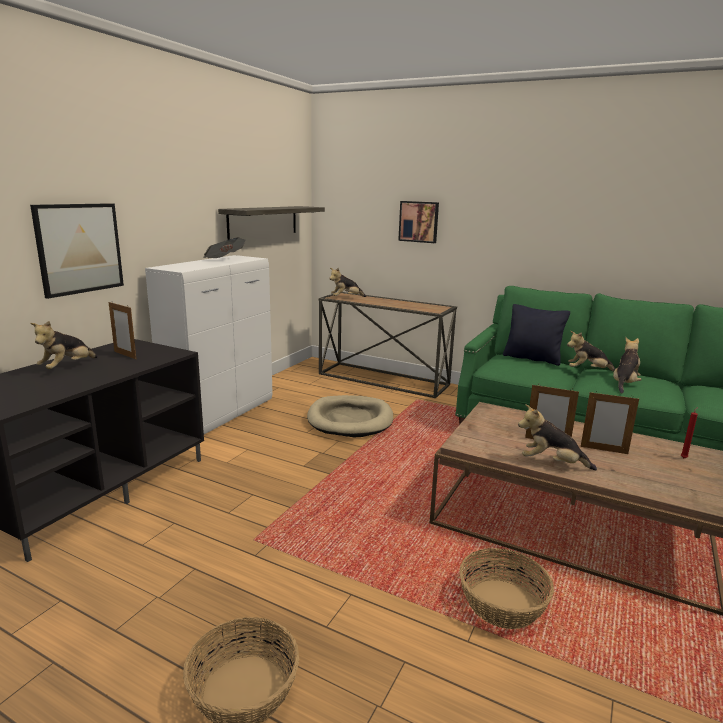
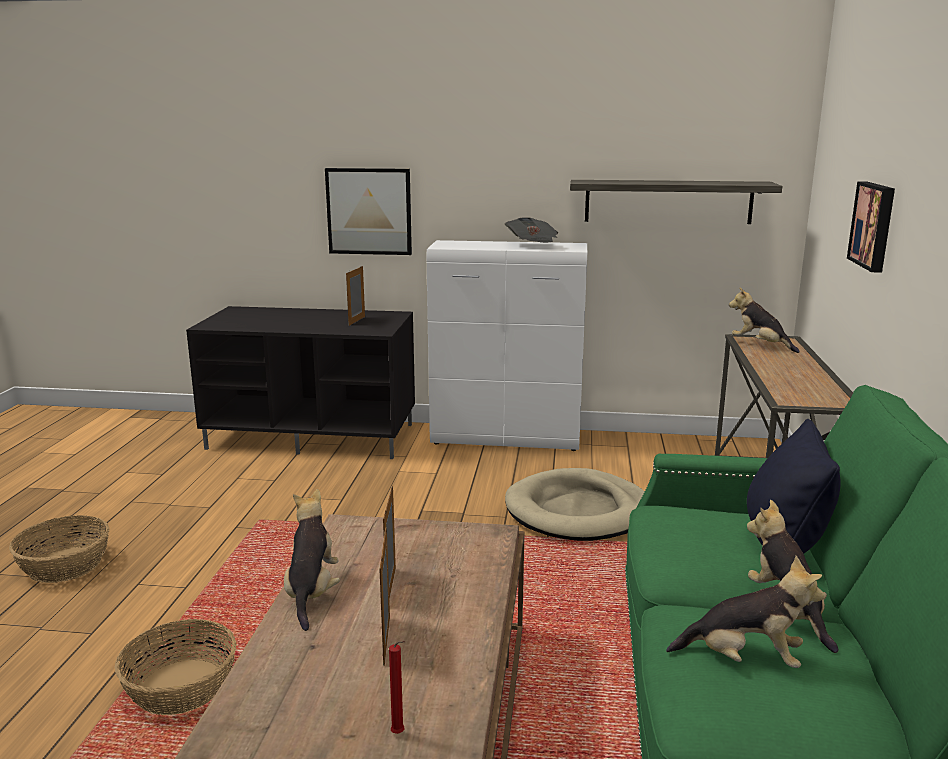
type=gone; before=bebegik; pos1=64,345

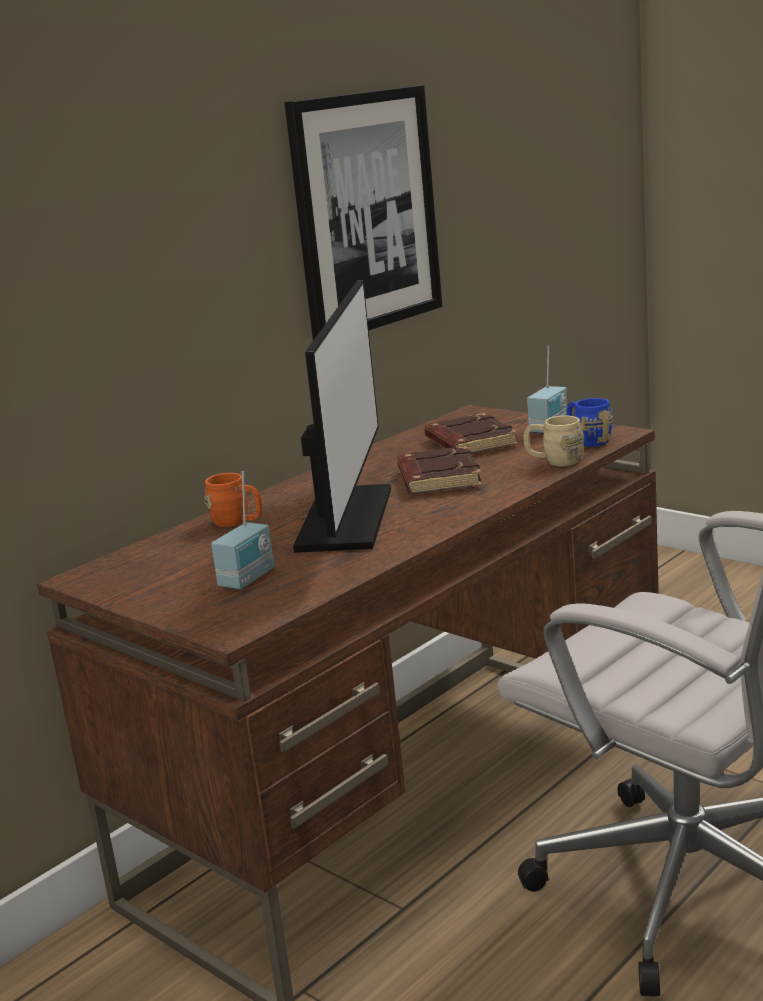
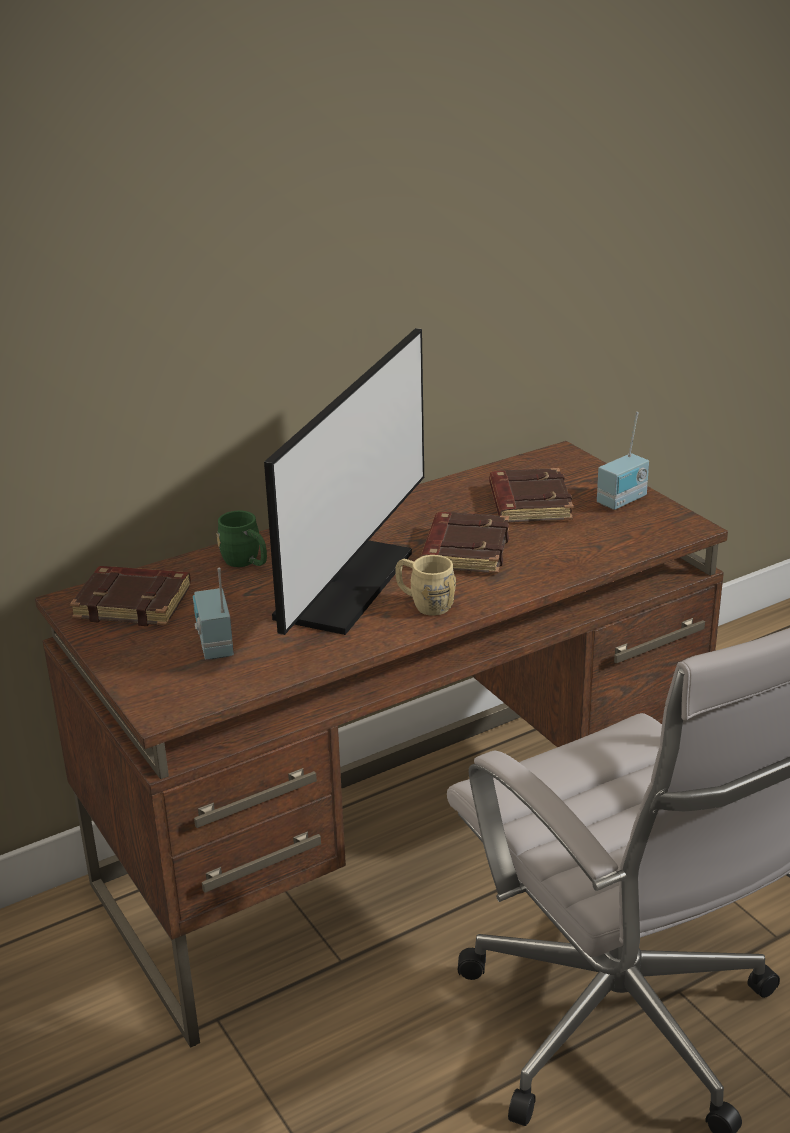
type=repainted; before=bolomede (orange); after=bolomede (green); pos1=233,500; pos2=242,538
type=rotated; before=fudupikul; pos1=242,530; pos2=213,613; turn=120
type=gone; before=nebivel; pos1=363,212
type=shifted; before=bolomede (beige); pos1=554,441; pos2=425,585
type=gone; before=bolomede (blue); pos1=589,422
type=new; after=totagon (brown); pos2=130,596

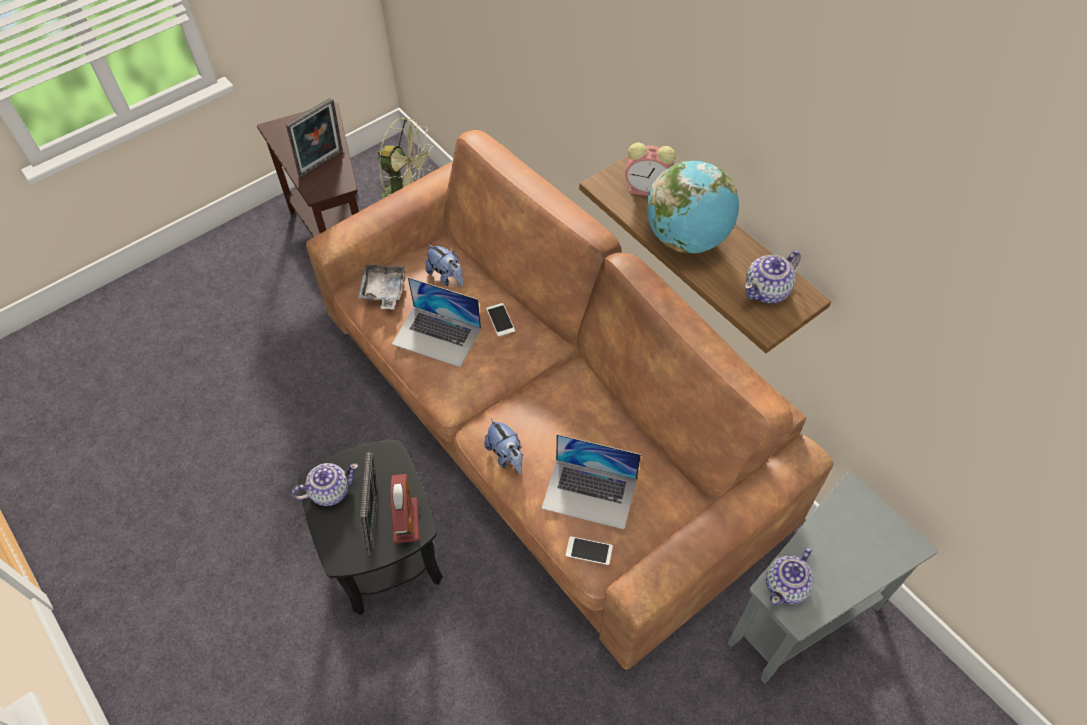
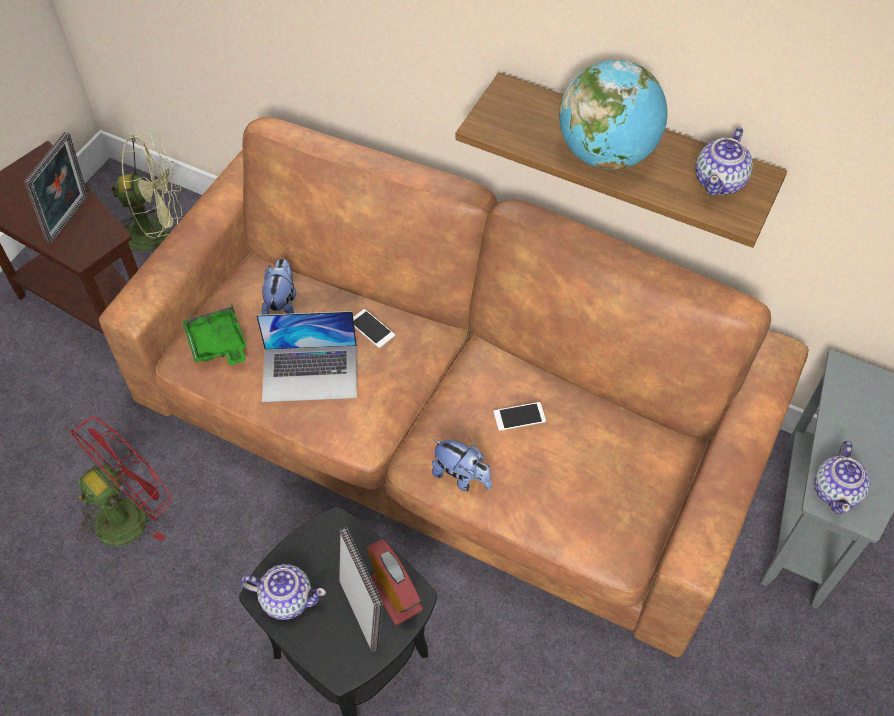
type=rotated; before=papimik; pos1=325,484; pos2=283,592; turn=60
type=repainted; before=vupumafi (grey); after=vupumafi (green); pos1=381,287; pos2=214,335
type=rotated; before=bebegik; pos1=444,265; pos2=278,286; turn=-105
type=gone; before=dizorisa; pos1=591,482
type=shifted; before=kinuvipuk; pos1=589,550; pos2=519,416
type=gone; before=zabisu; pos1=650,169
type=new; after=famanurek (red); pos2=120,481

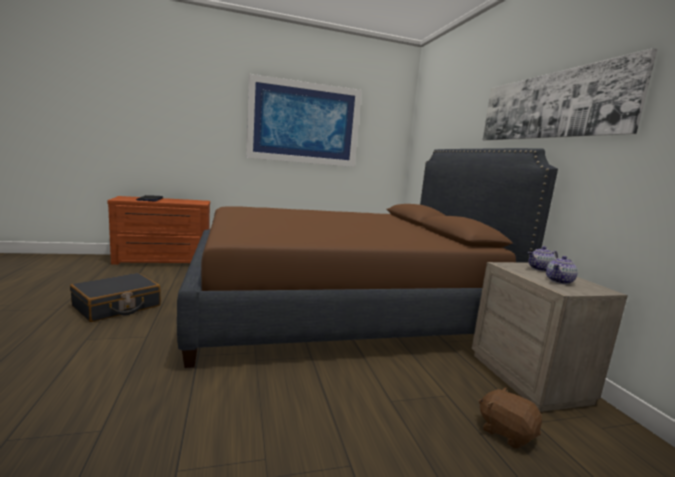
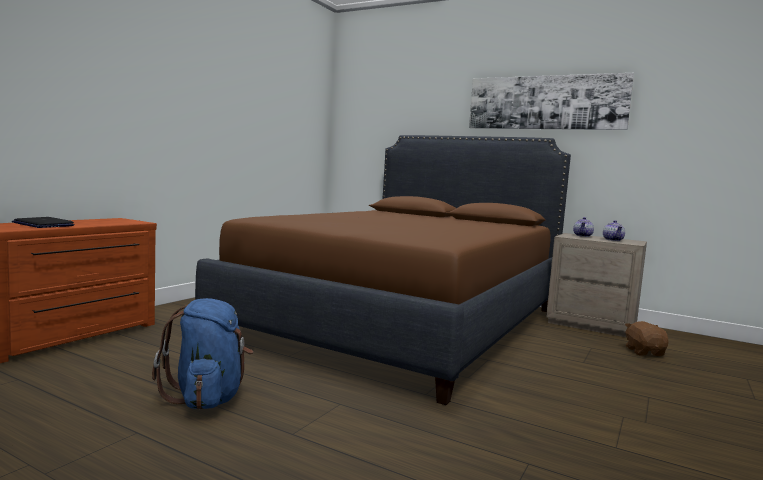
type=swapped; before=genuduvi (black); after=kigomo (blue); pos1=115,297; pos2=202,354
type=gone; before=nebivel; pos1=304,120
type=rotated; before=bebegik (brown); pos1=510,418; pos2=646,339; turn=90

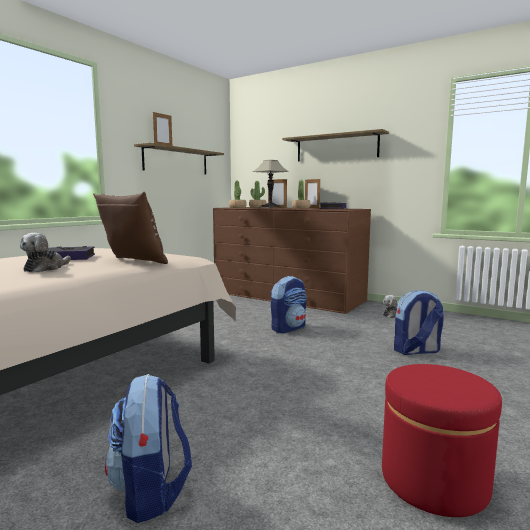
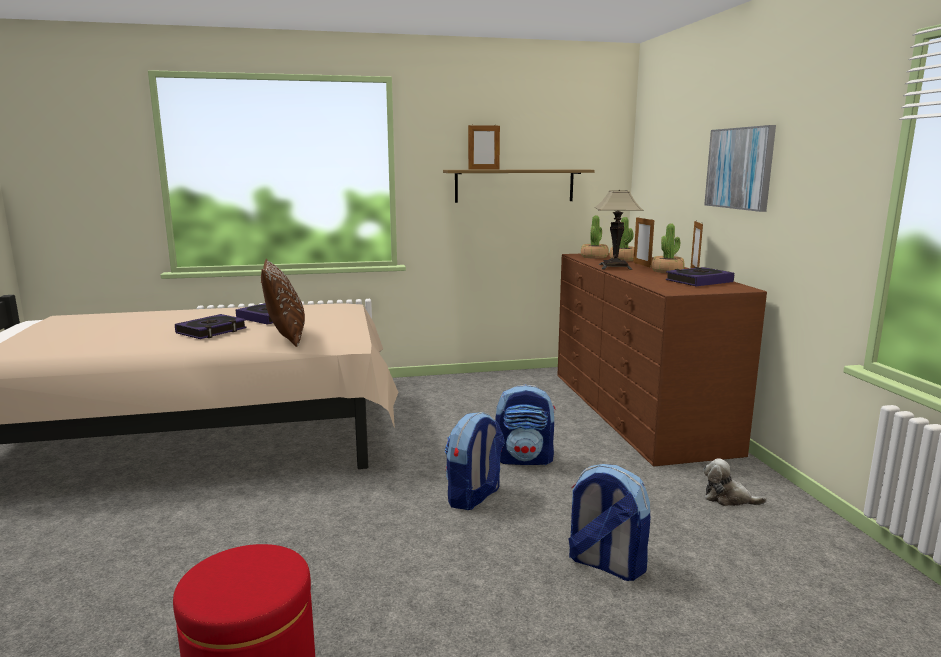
type=swapped; before=bebegik; after=totagon; pos1=45,252; pos2=211,326
type=shifted; before=kigomo; pos1=148,448; pos2=474,461
type=swapped; before=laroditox; after=nebivel; pos1=335,145; pos2=740,168

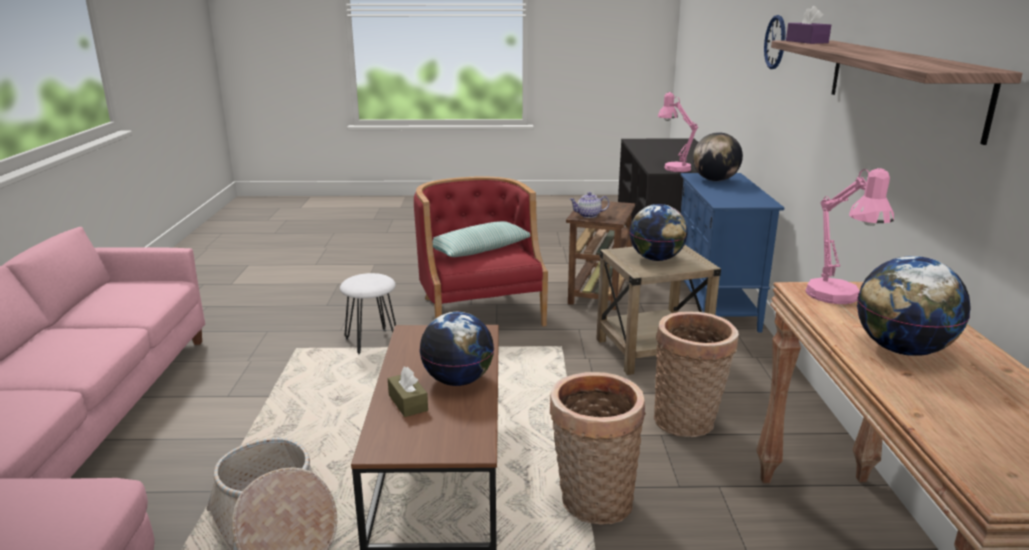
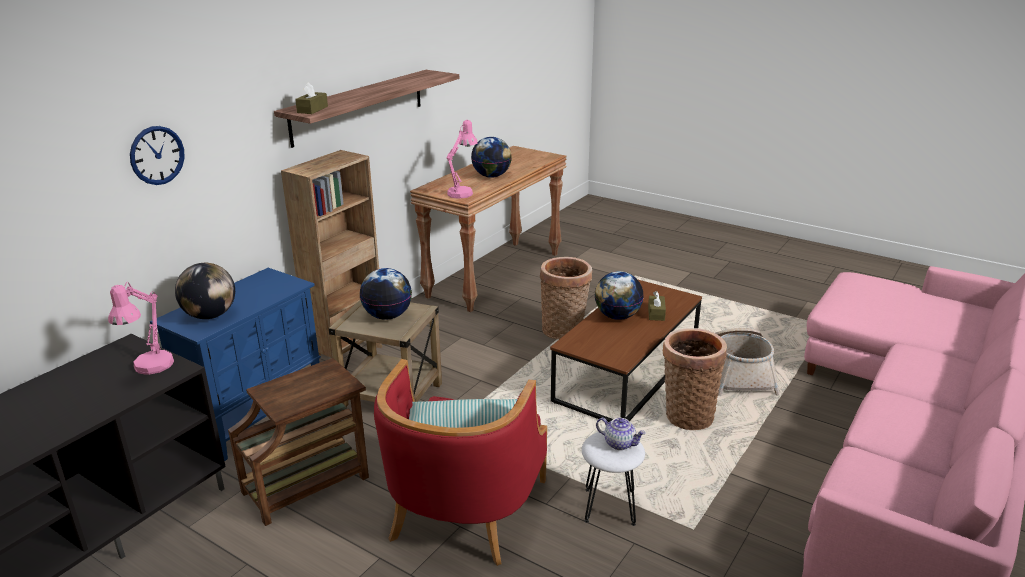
type=shifted; before=papimik; pos1=590,205; pos2=621,433
type=shifted; before=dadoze; pos1=696,374; pos2=695,379
type=repainted; before=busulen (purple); after=busulen (brown); pos1=808,25; pos2=311,98
type=new; after=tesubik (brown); pos2=331,254

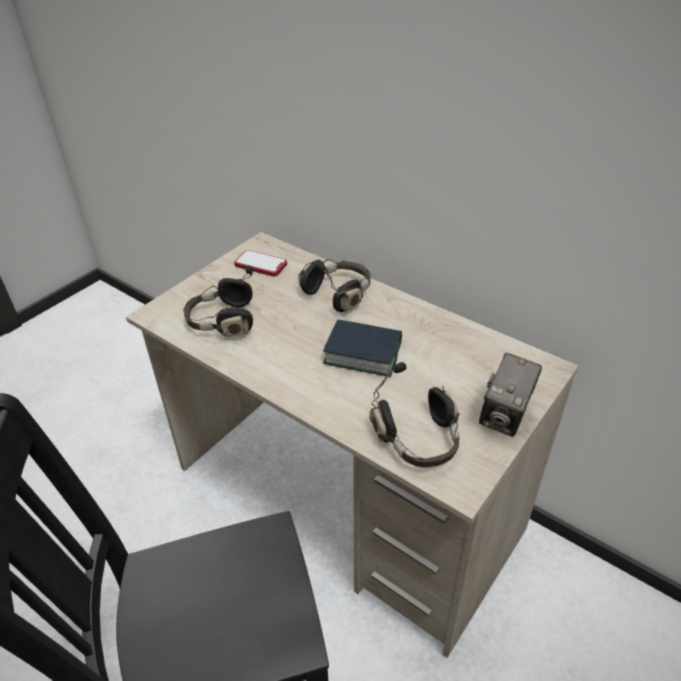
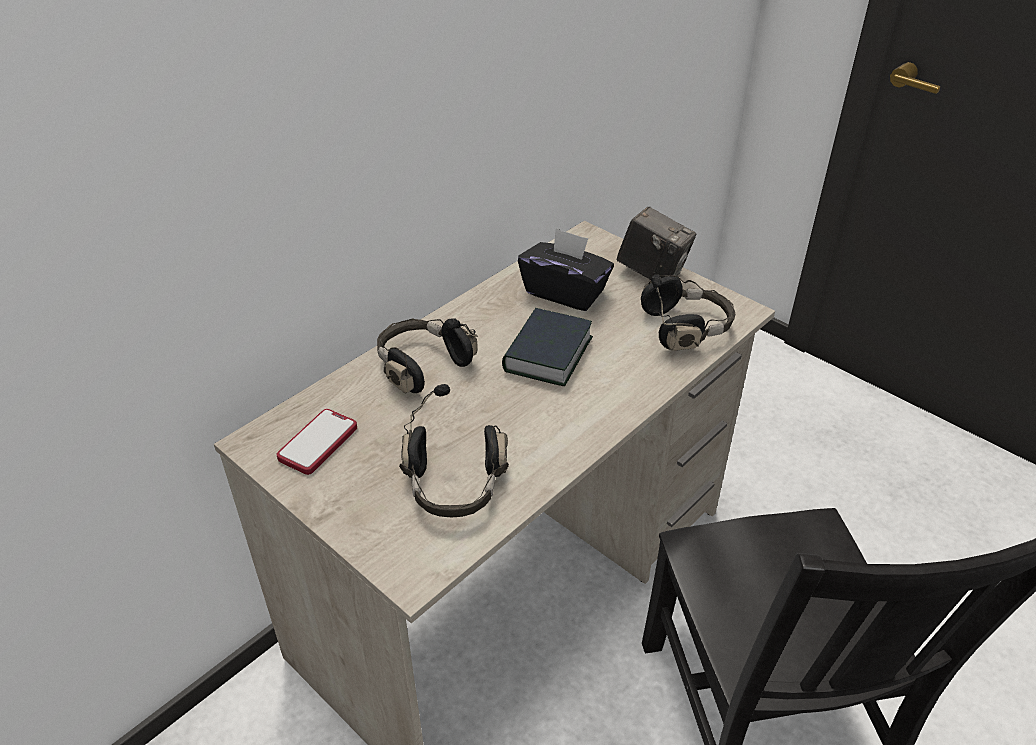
type=new; after=busulen (black); pos2=566,269

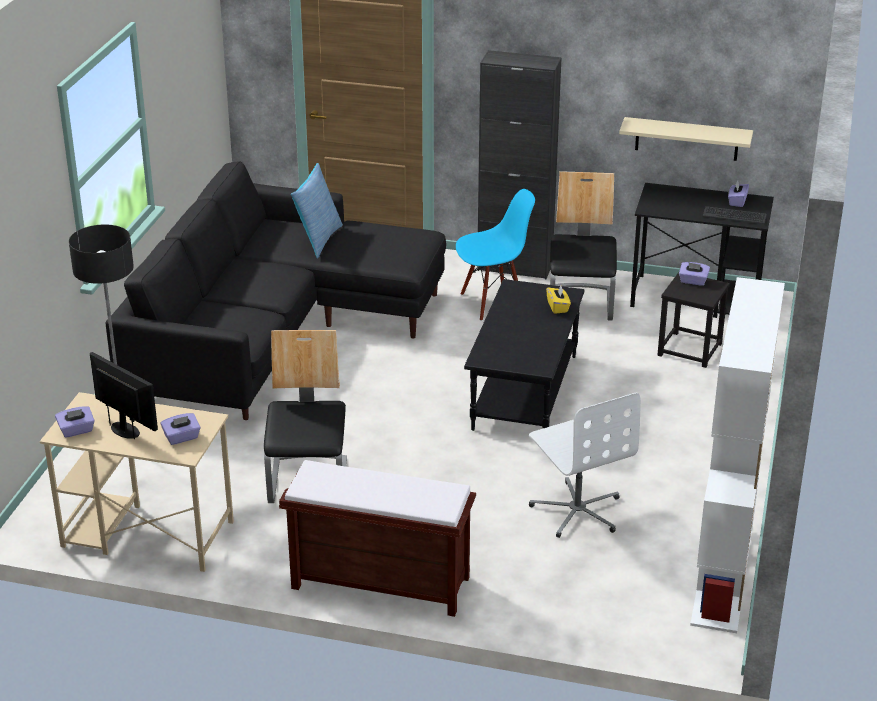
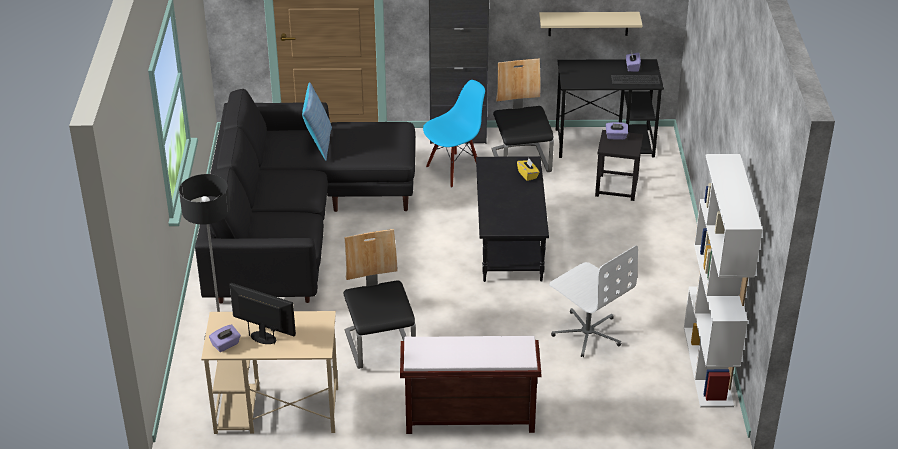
type=gone; before=busulen (purple); pos1=181,429

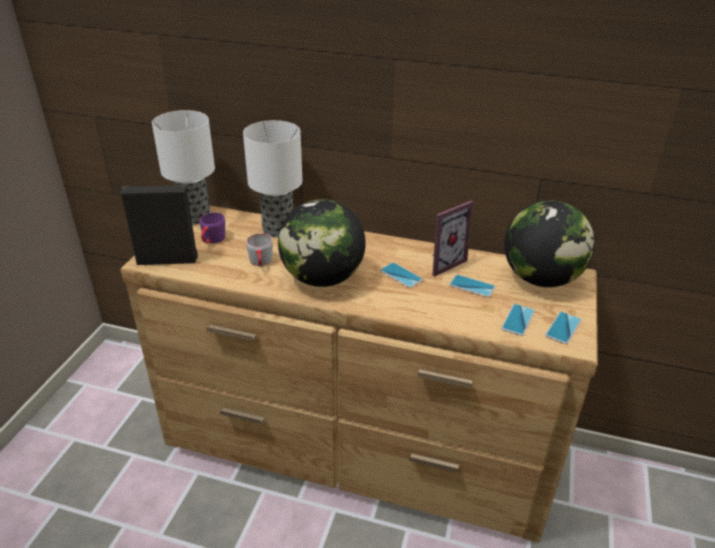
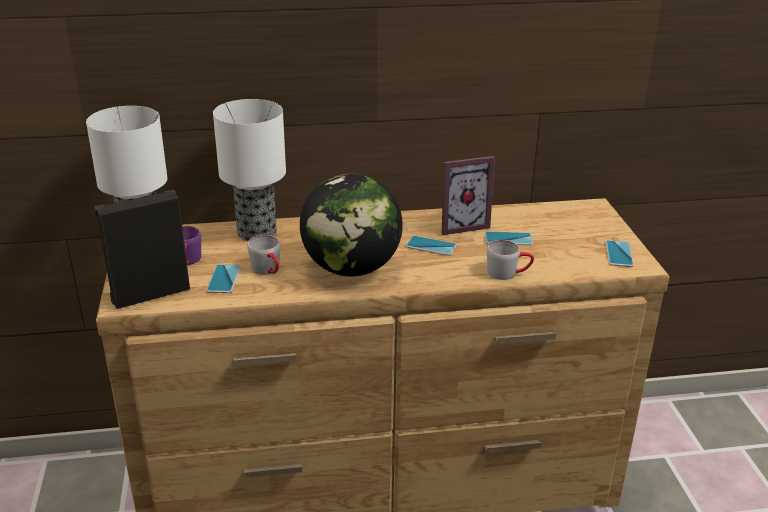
type=rotated; before=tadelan; pos1=453,239; pos2=468,195; turn=45
type=shifted; before=kinuvipuk; pos1=518,320; pos2=223,278
type=gone; before=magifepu; pos1=549,243
type=new; after=bolomede (grey); pos2=510,260

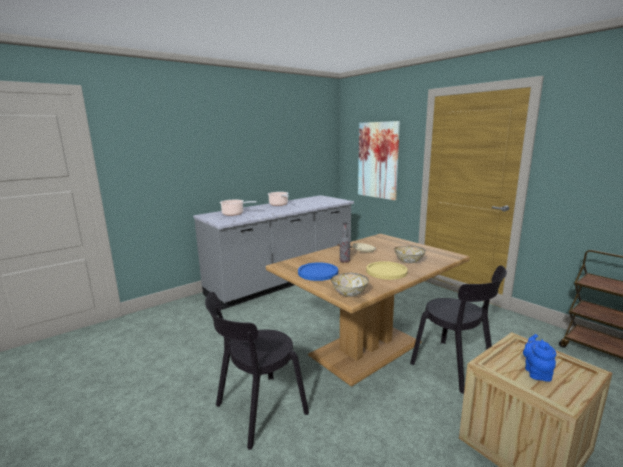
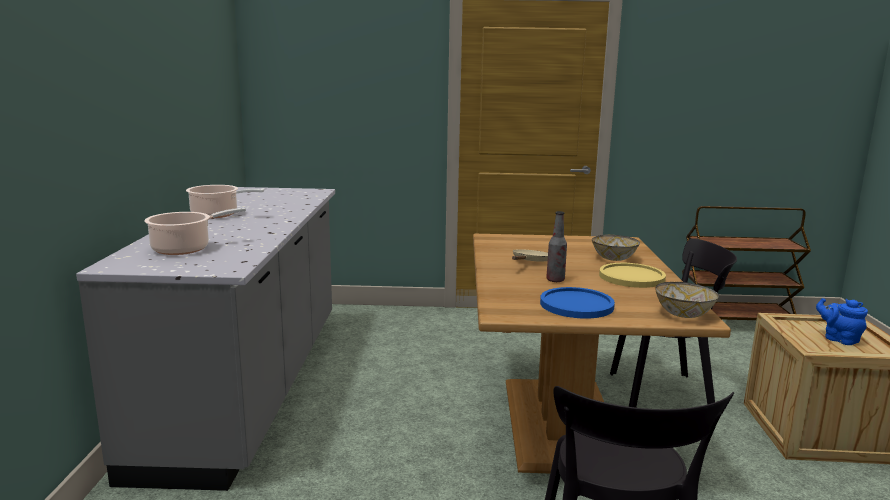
type=gone; before=nebivel; pos1=379,160

